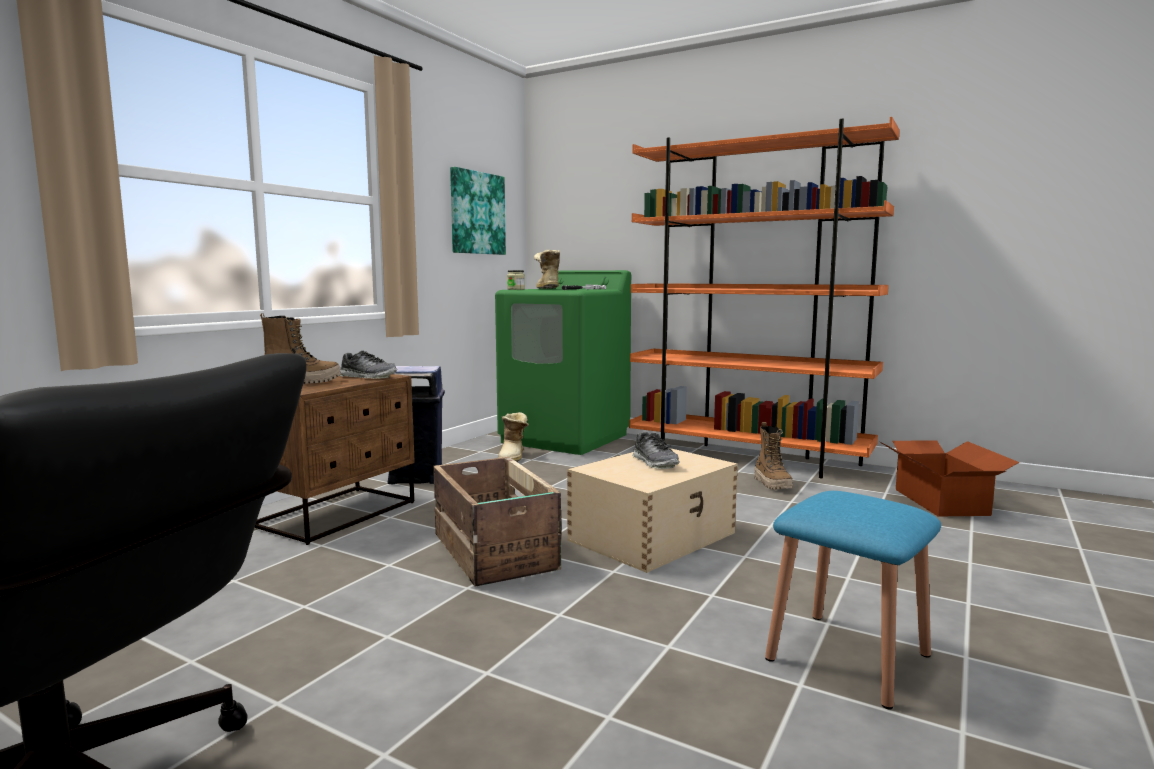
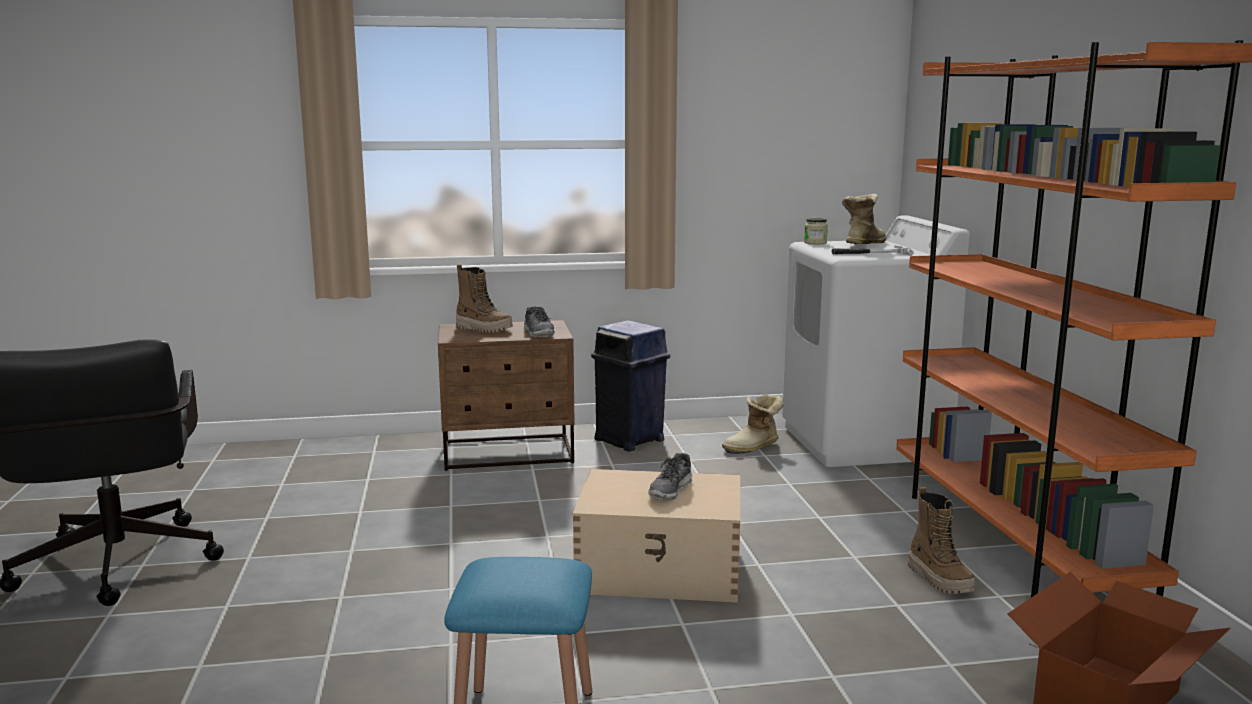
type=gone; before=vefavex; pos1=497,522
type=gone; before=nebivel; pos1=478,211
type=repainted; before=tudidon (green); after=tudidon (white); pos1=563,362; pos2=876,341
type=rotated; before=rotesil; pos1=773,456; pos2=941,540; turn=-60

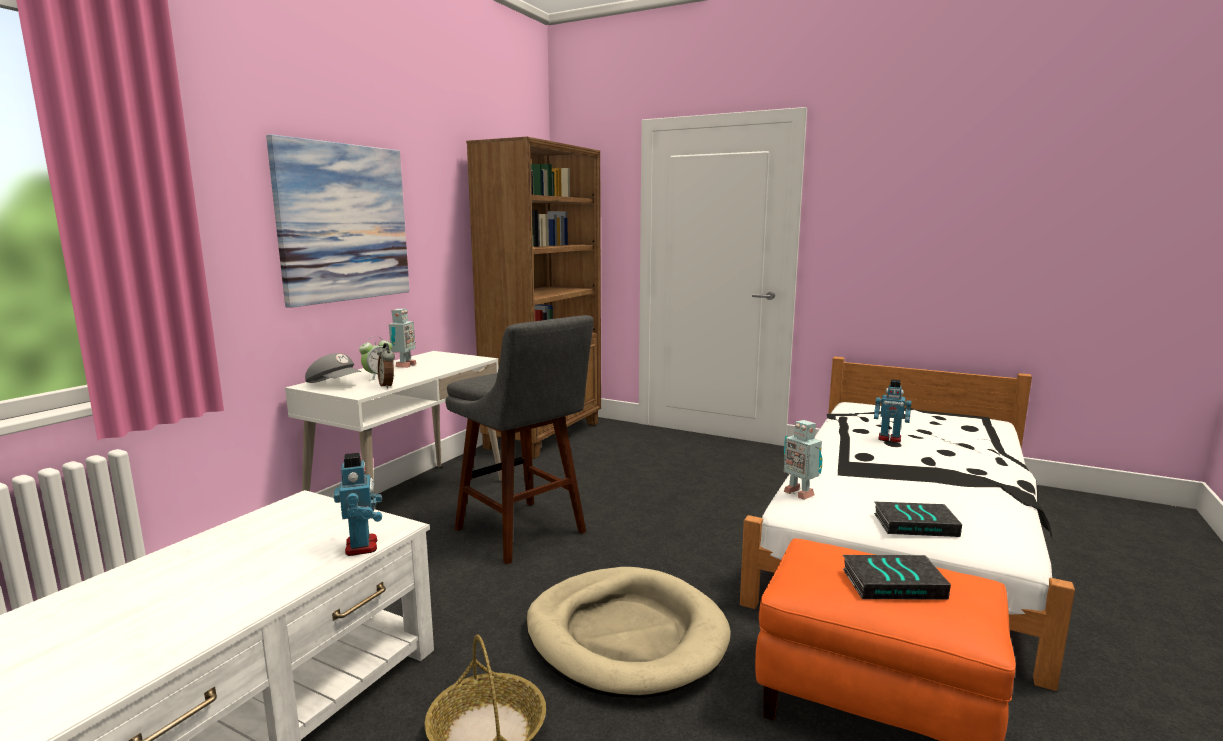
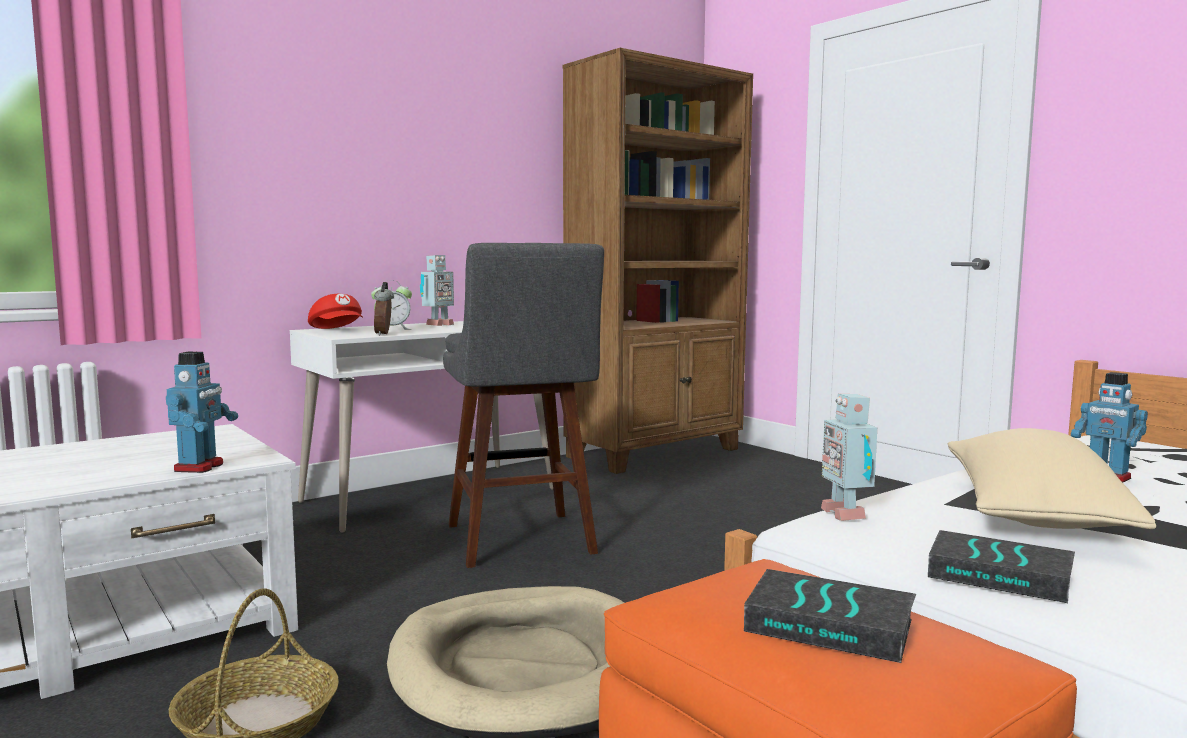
type=gone; before=nebivel; pos1=338,221
type=repainted; before=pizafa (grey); after=pizafa (red); pos1=333,368; pos2=335,311
type=new; after=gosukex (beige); pos2=1052,478

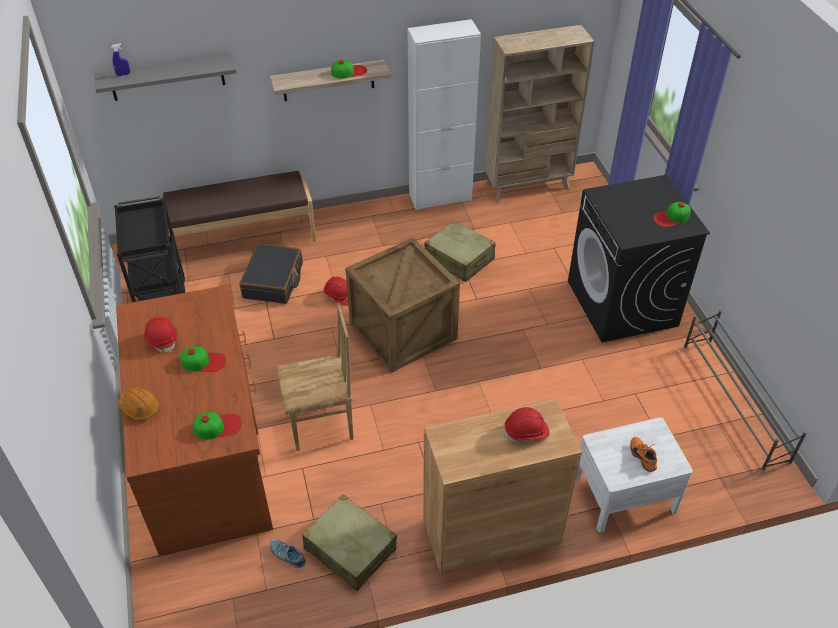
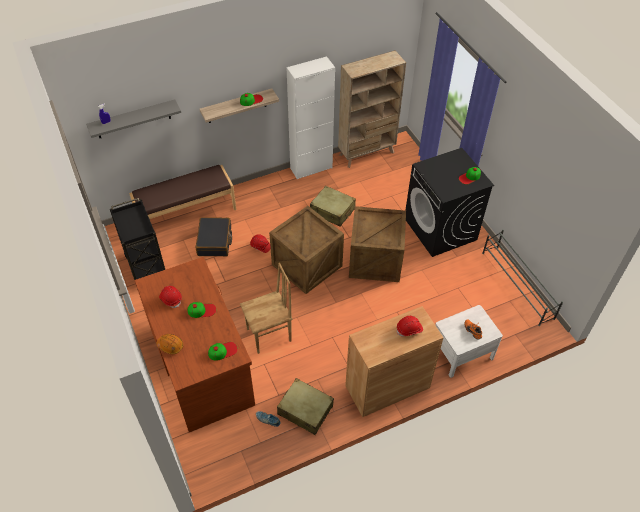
type=new; after=vefavex; pos2=377,244

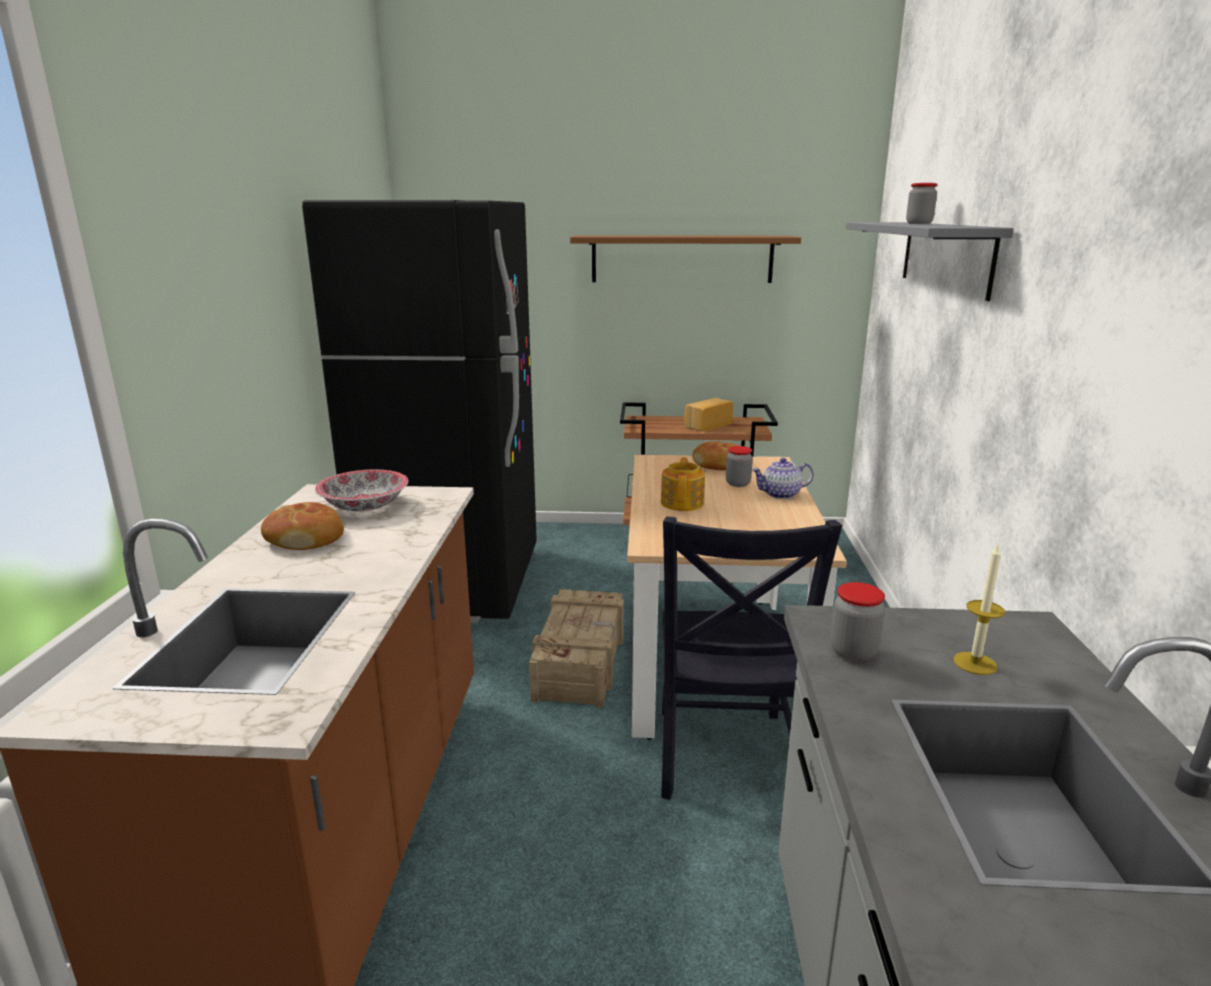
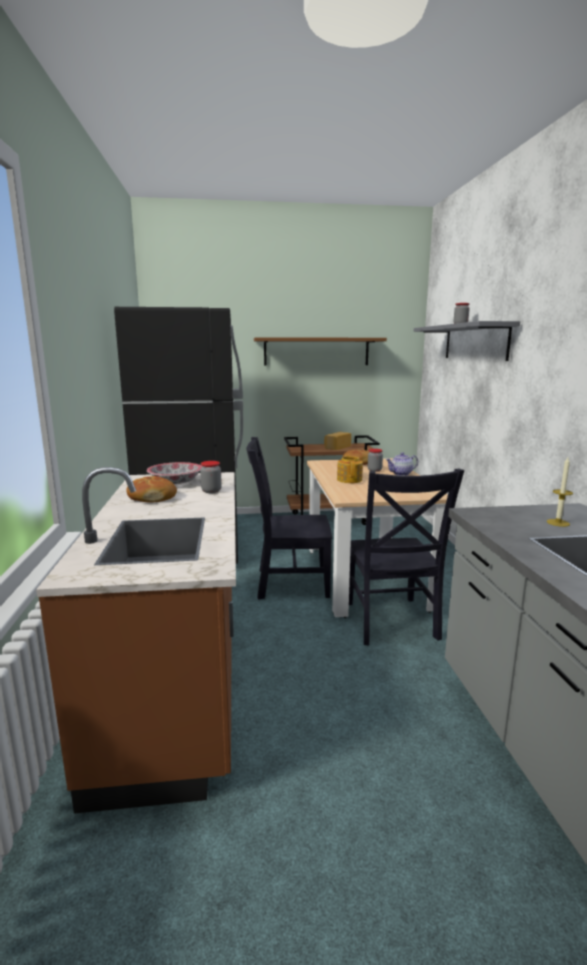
type=swapped; before=vefavex; after=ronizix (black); pos1=576,648; pos2=289,518
type=shifted; before=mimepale; pos1=858,622; pos2=211,477

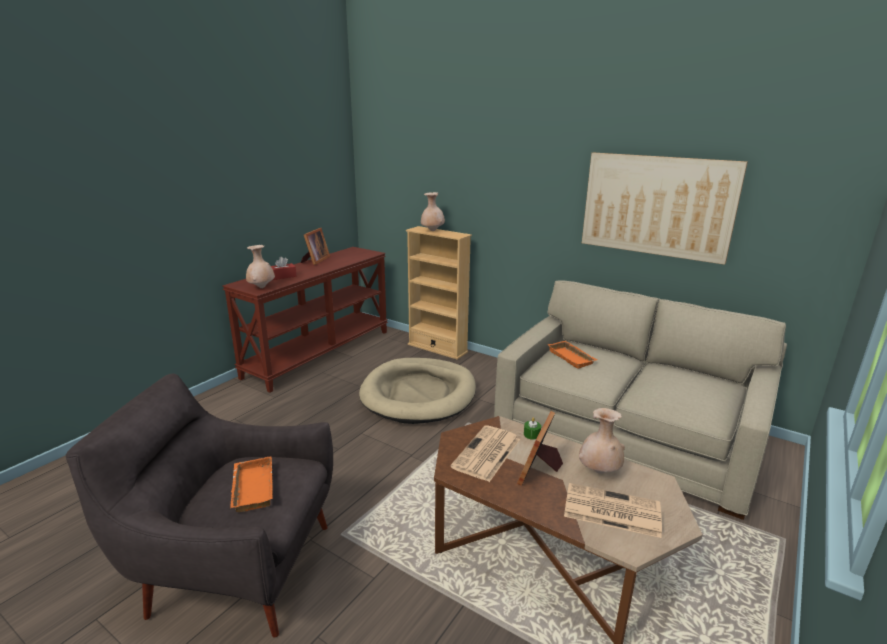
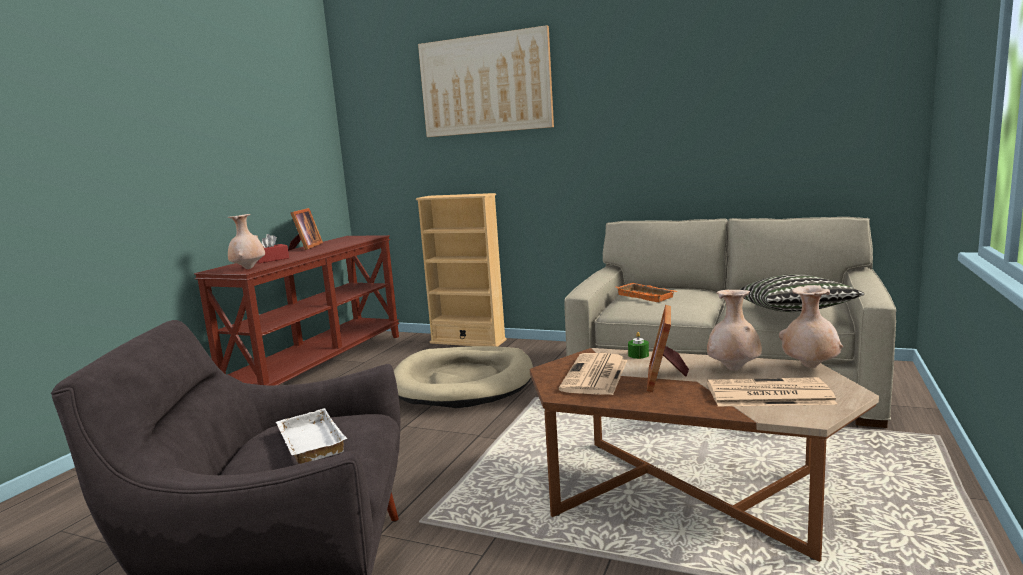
type=repainted; before=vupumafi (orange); after=vupumafi (white); pos1=251,484; pos2=311,436
type=shifted; before=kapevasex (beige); pos1=433,211; pos2=811,326
type=shifted; before=nebivel; pos1=665,208; pos2=486,81
type=new; after=gosukex; pos2=801,293

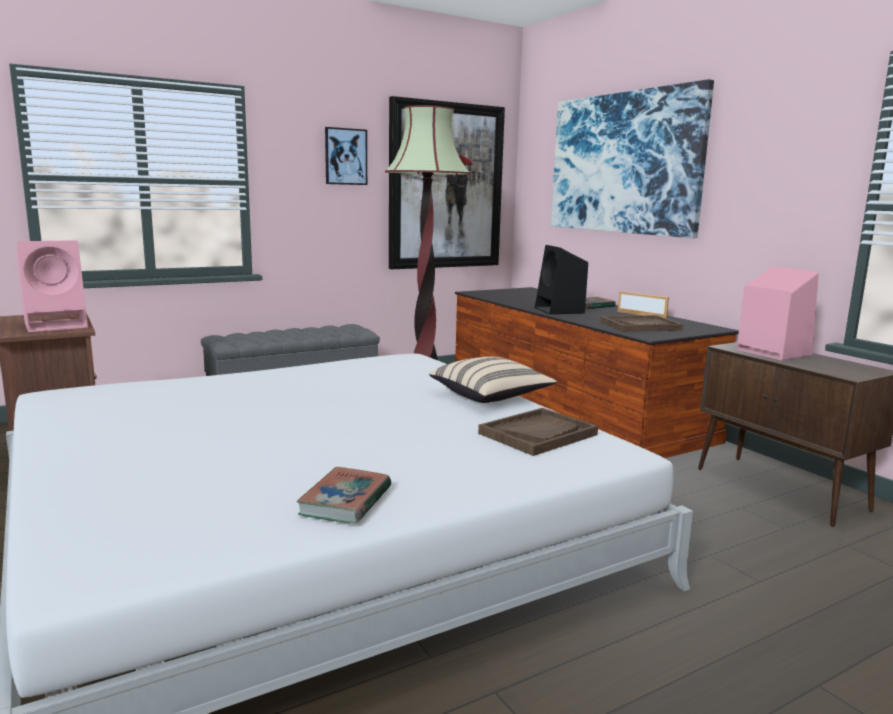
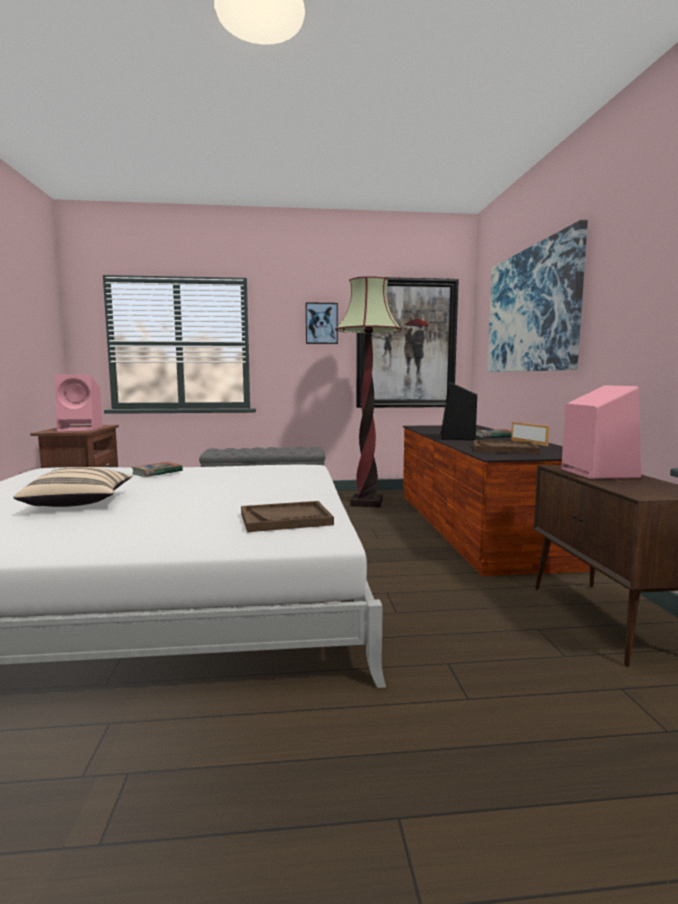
type=shifted; before=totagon; pos1=343,495; pos2=157,469
type=shifted; before=gosukex (beige); pos1=493,380; pos2=73,487

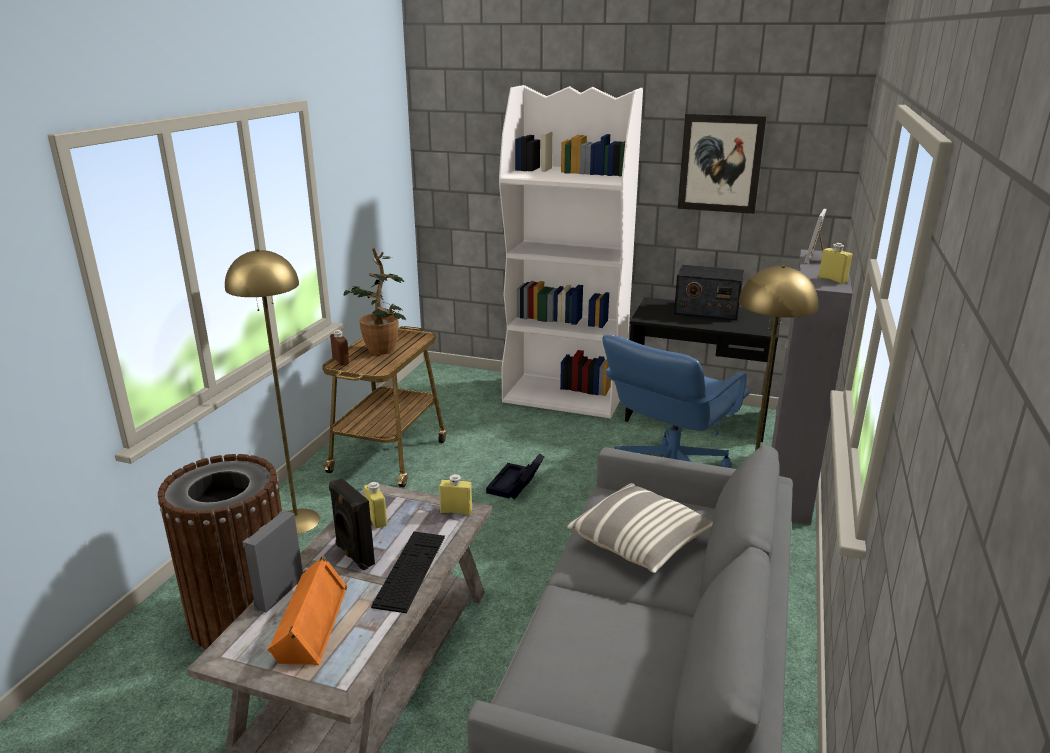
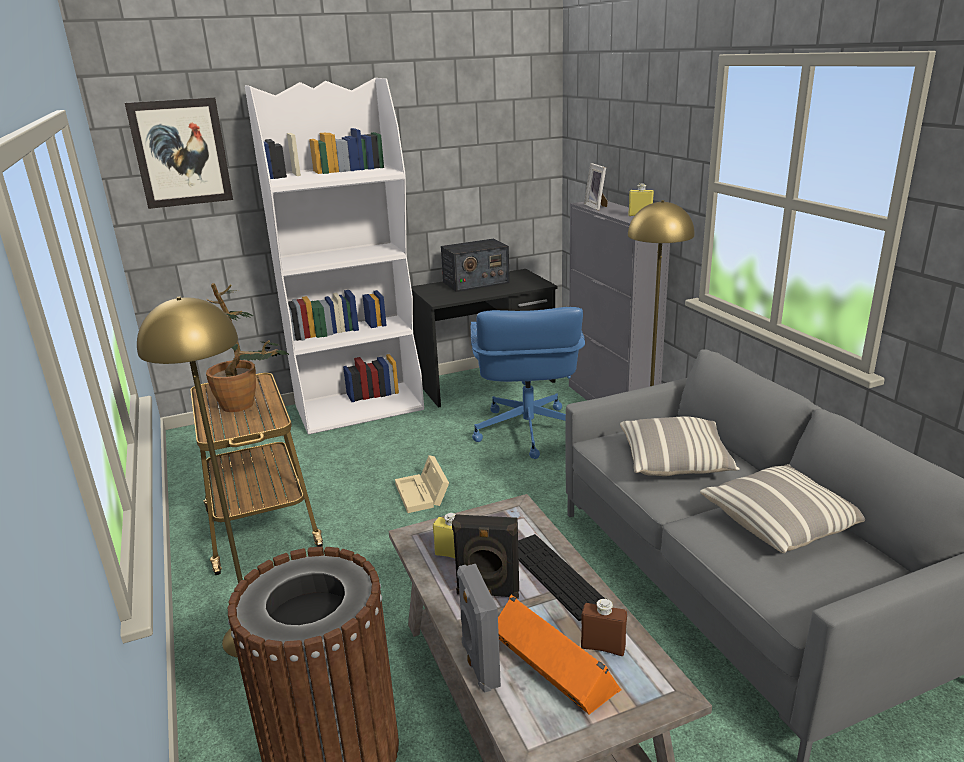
type=shifted; before=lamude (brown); pos1=340,347; pos2=604,627
type=gone; before=lamude (yellow); pos1=455,494
type=repainted; before=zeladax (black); after=zeladax (beige); pos1=515,476; pos2=422,484
type=shifted; before=nebivel; pos1=722,164; pos2=179,153
type=new; after=gosukex; pos2=782,508

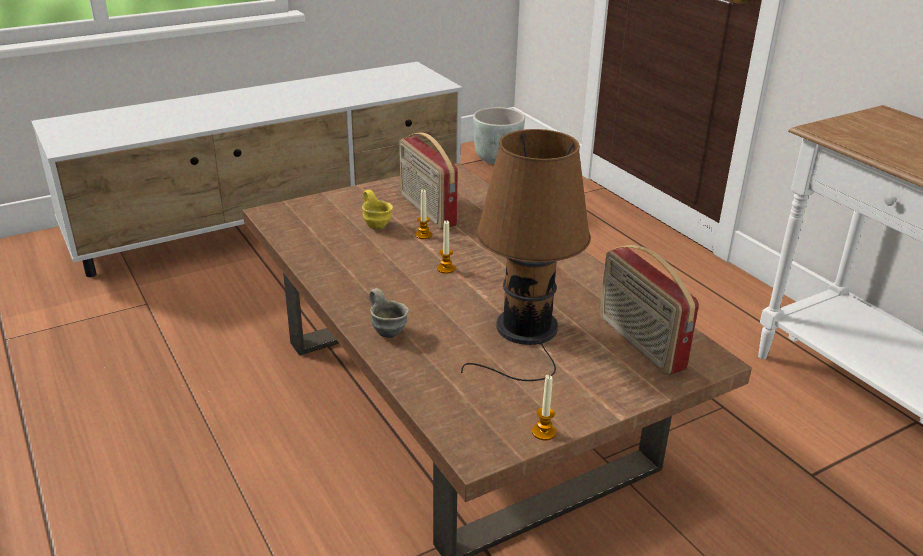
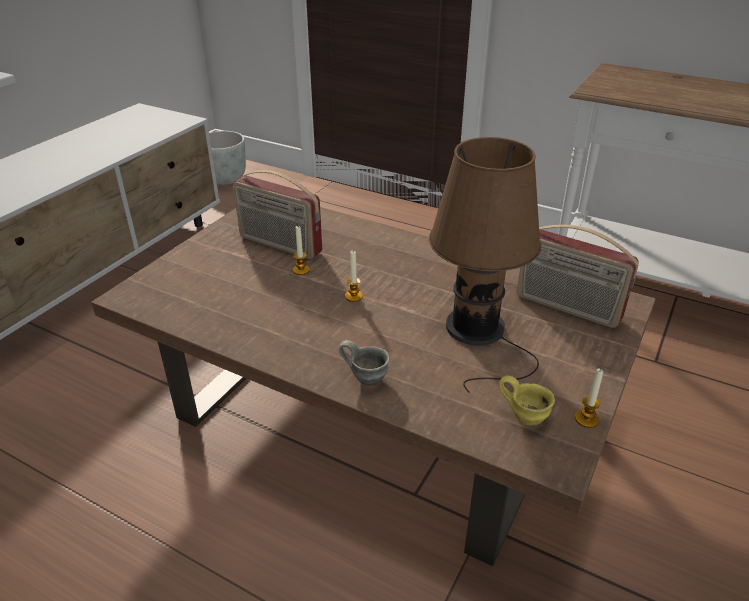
type=shifted; before=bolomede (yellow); pos1=377,210; pos2=527,401

